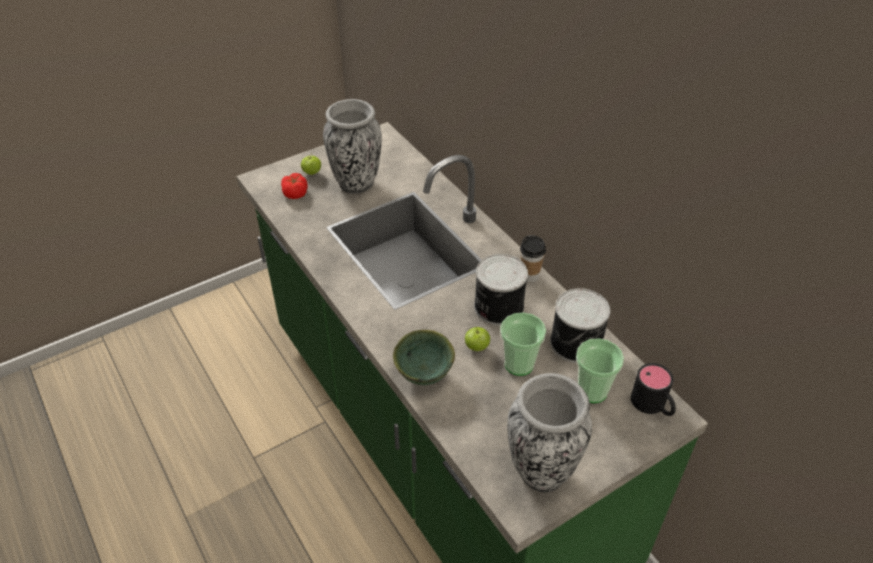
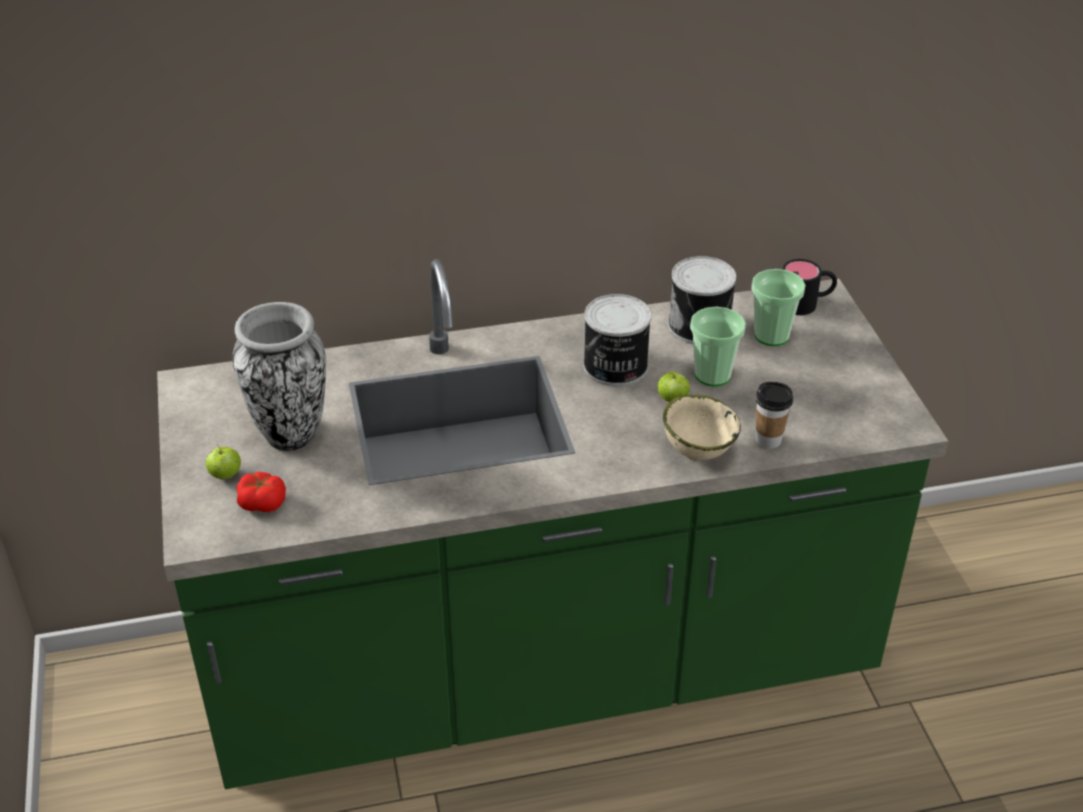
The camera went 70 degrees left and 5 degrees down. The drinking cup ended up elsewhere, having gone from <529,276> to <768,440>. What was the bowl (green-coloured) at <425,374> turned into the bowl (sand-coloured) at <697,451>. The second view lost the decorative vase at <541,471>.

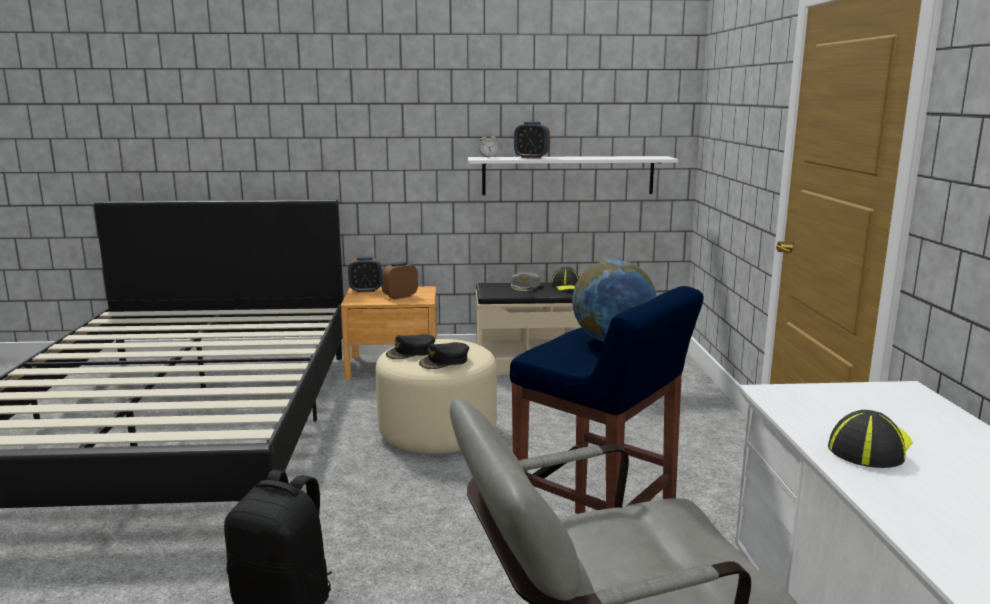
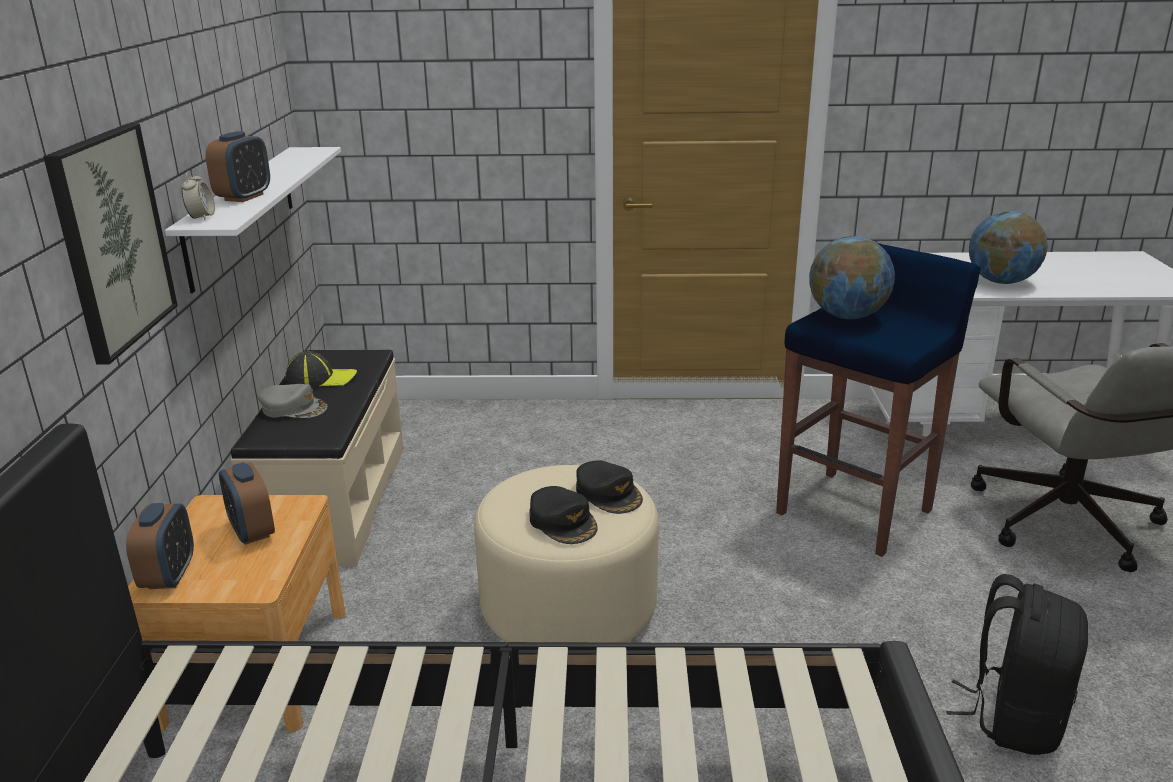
The camera went 85 degrees left and 10 degrees up. Where the cap stood at <870,447>, the desk globe came to stand at <1001,282>. The second view gained the picture at <111,240>.

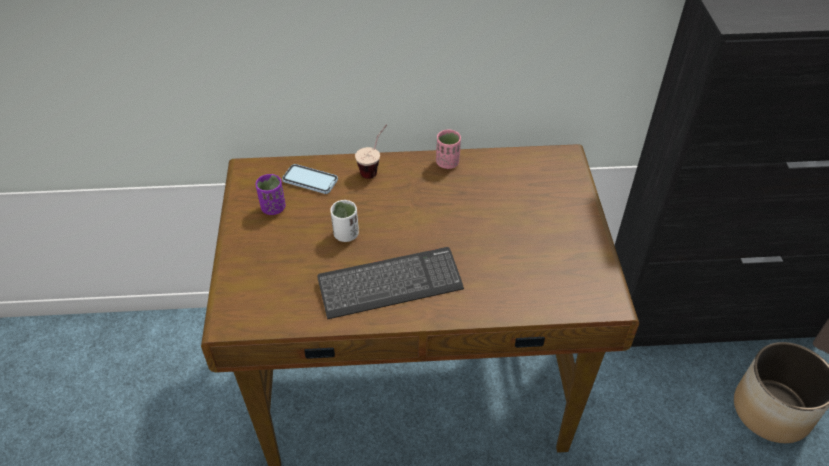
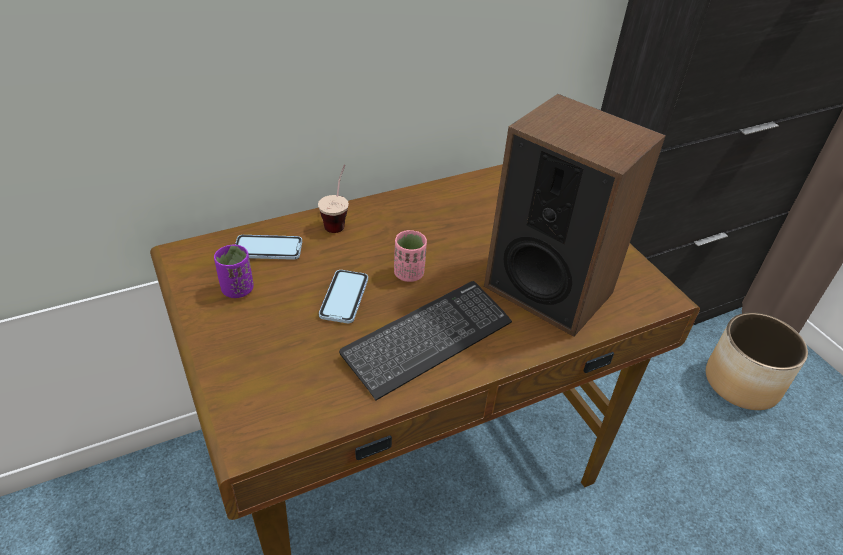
The camera went 25 degrees left and 5 degrees down. The drinking cup (pinkish) ended up elsewhere, having gone from <447,163> to <409,274>. Where the drinking cup (white) stood at <346,234>, the phone came to stand at <344,298>. The second view gained the speaker at <548,289>.

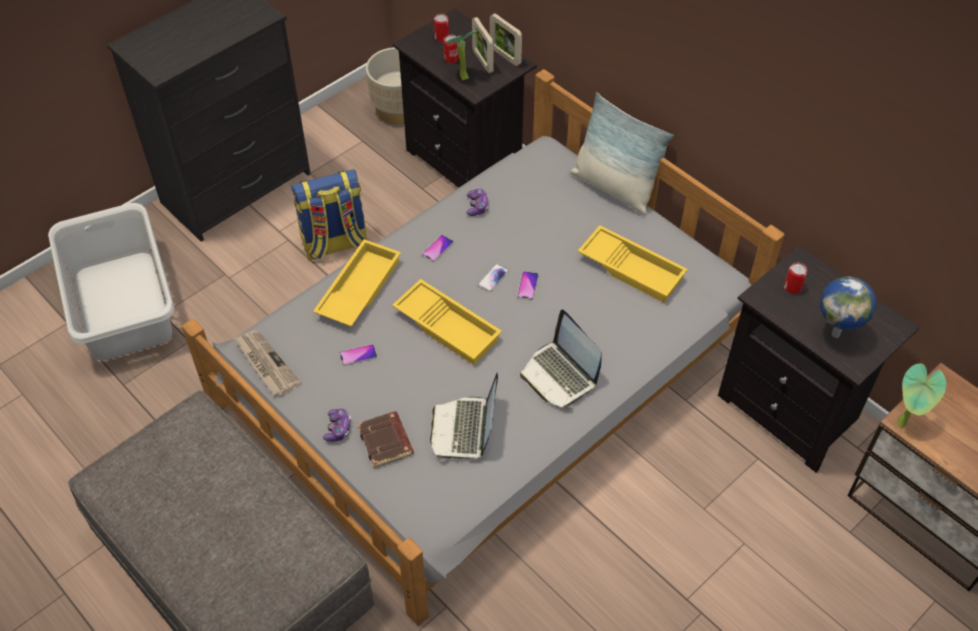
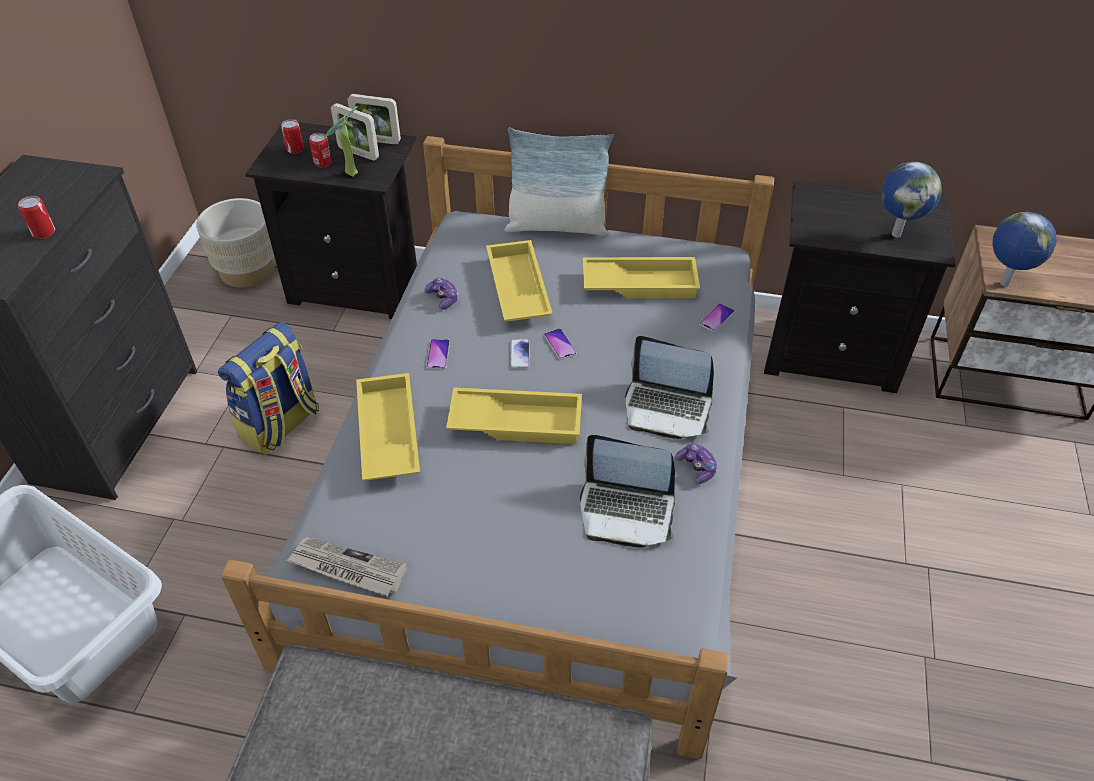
The camera went 35 degrees left and 5 degrees down. The sealed can ended up elsewhere, having gone from <792,287> to <43,232>. The phone ended up elsewhere, having gone from <358,355> to <716,318>. Where the potted plant stood at <904,424>, the desk globe came to stand at <1003,284>. The portable computer at <465,429> ended up facing another way, 45 degrees counterclockwise from before. The gamepad ended up elsewhere, having gone from <338,429> to <697,467>. The second view lost the bound book (brownish) at <386,442>. The second view gained the serving tray (yellow) at <516,289>.

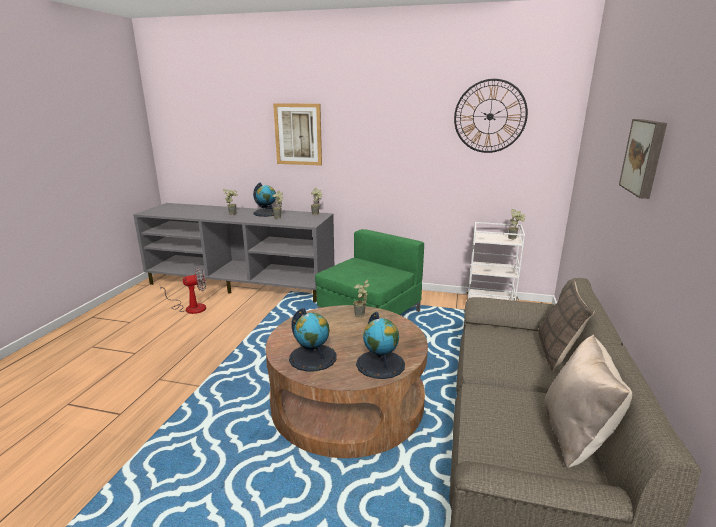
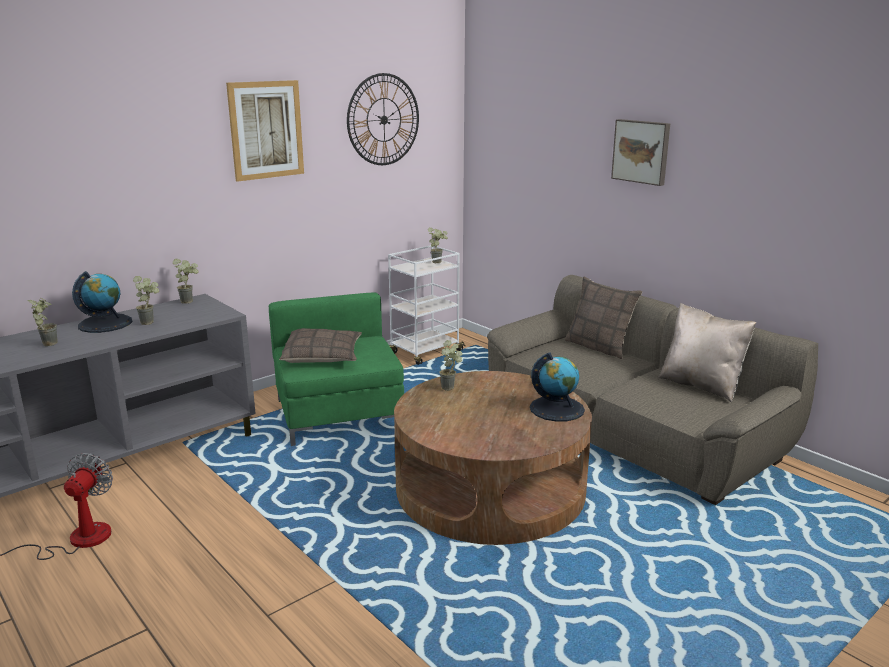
The camera went 55 degrees left and 0 degrees up. The picture ended up elsewhere, having gone from <298,134> to <266,130>. The second view lost the desk globe at <313,357>. The second view gained the throw pillow at <323,356>.

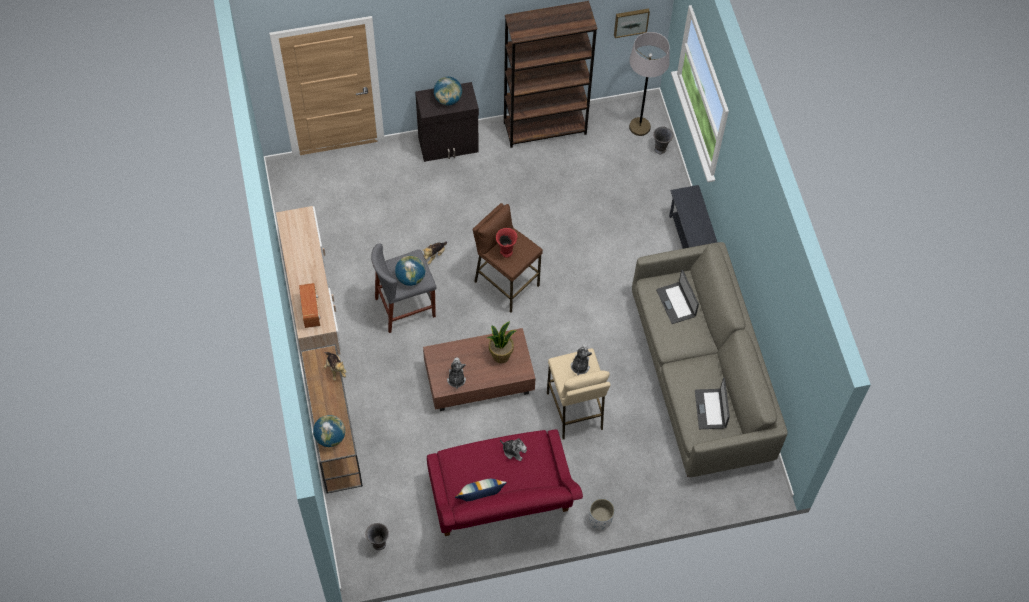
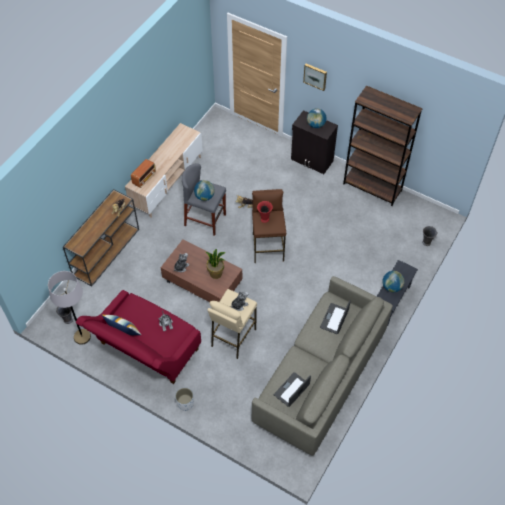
The camera went 45 degrees right and 5 degrees down. The picture ended up elsewhere, having gone from <631,21> to <315,76>. The floor lamp (greyish) ended up elsewhere, having gone from <639,127> to <82,337>. The desk globe ended up elsewhere, having gone from <330,437> to <391,287>.

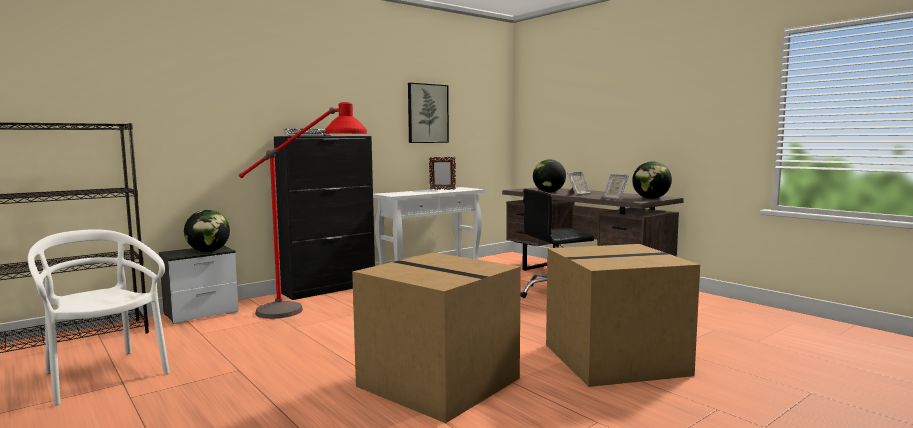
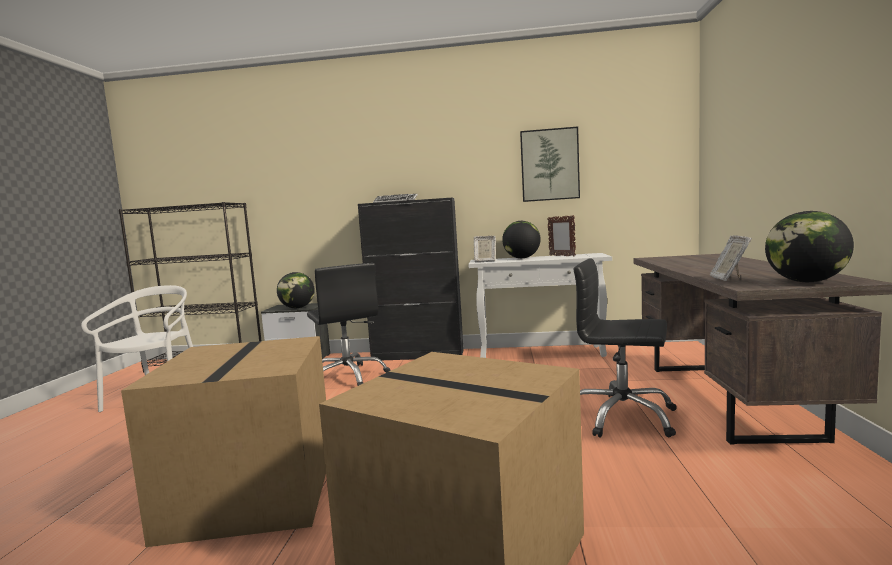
The camera went 45 degrees right and 0 degrees up. Where the floor lamp (red-coloured) stood at <307,314>, the computer chair (black-coloured) came to stand at <348,377>. The desk globe ended up elsewhere, having gone from <549,192> to <522,258>. The standing frame ended up elsewhere, having gone from <578,194> to <485,261>.

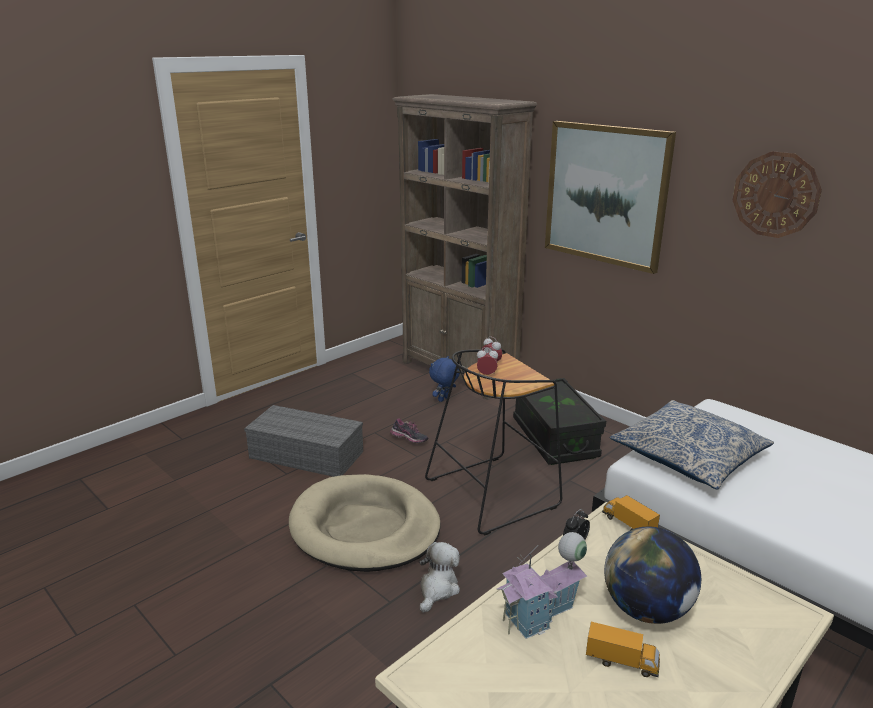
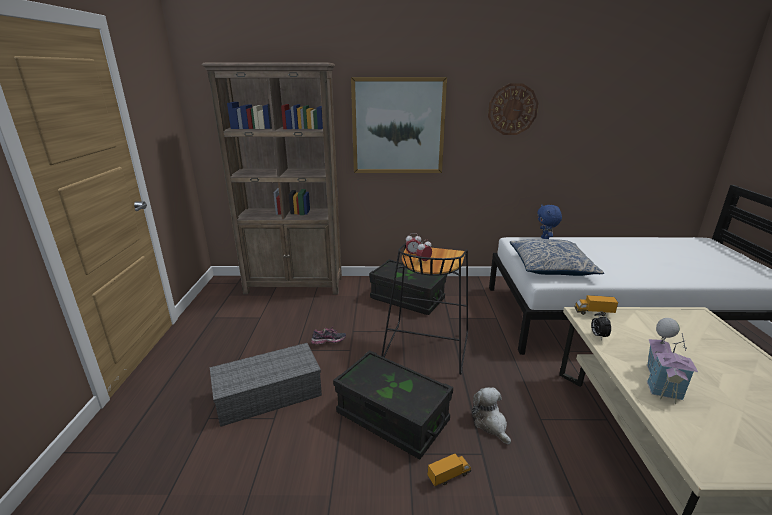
The camera went 45 degrees left and 0 degrees up. The cuddly toy (blue-coloured) ended up elsewhere, having gone from <444,399> to <545,239>. Where the pet bed (sand-coloured) stood at <365,528>, the storage container (black-coloured) came to stand at <392,418>. The second view lost the desk globe at <646,609>. The model truck ended up elsewhere, having gone from <621,662> to <449,476>.

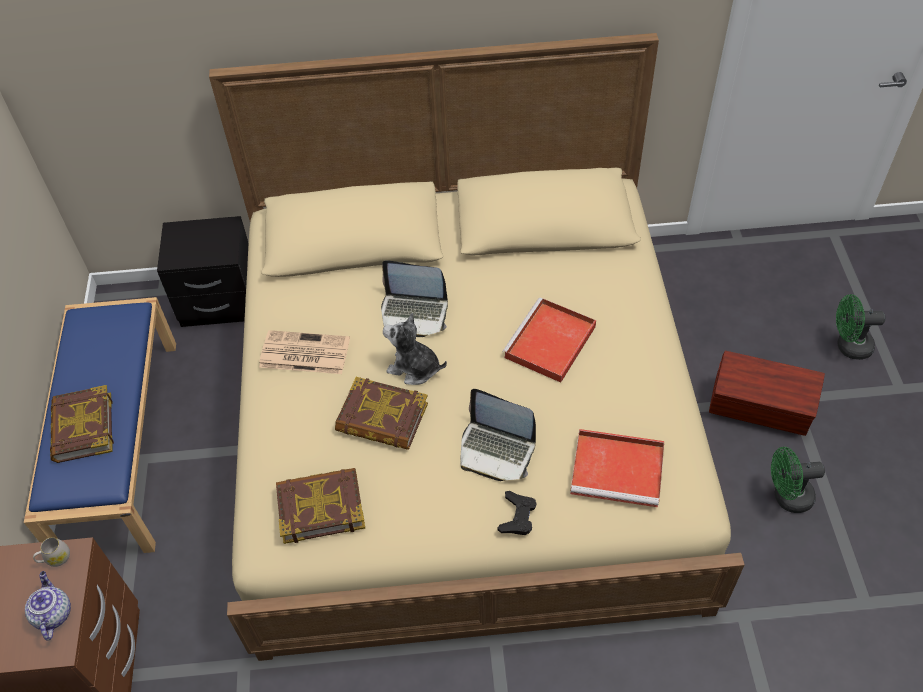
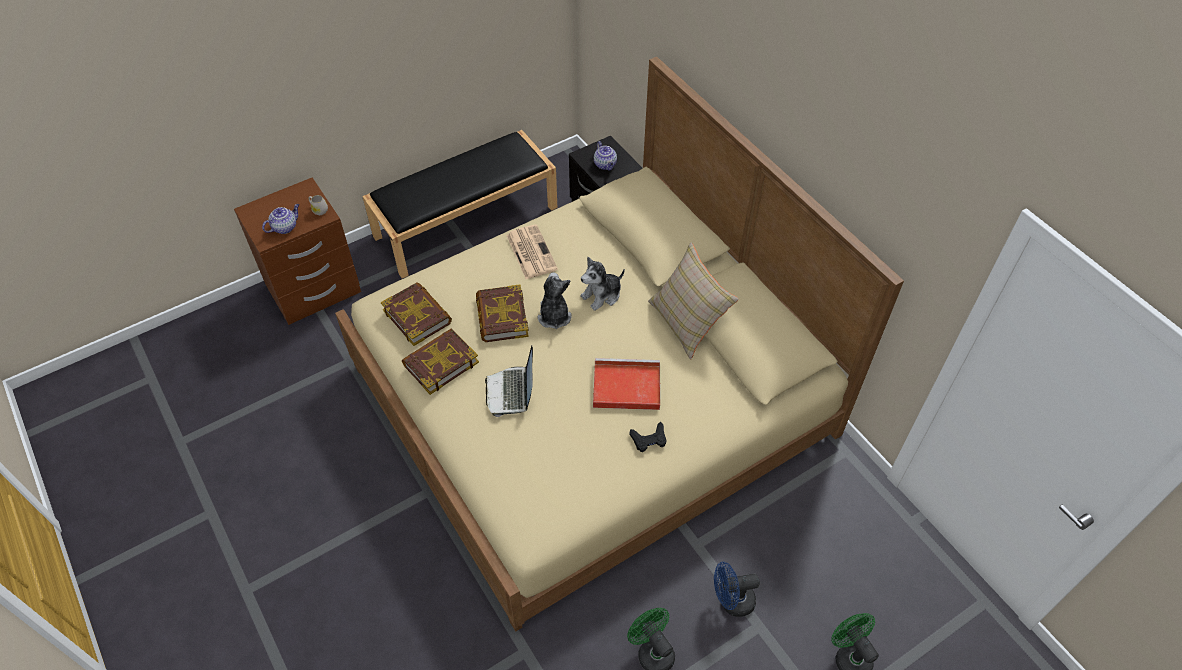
The camera went 60 degrees right and 0 degrees up. Where the portable computer stood at <414,313>, the cuddly toy came to stand at <602,295>. What was the long seat (blue-coloured) at <119,443> turned into the long seat (black-coloured) at <467,221>. Where the storage container (brownish) stood at <760,408>, the electric fan (blue-coloured) came to stand at <731,601>. The bound book ended up elsewhere, having gone from <82,428> to <440,363>. The second view lost the serving tray (red-coloured) at <619,470>. The gamepad (black-coloured) ended up elsewhere, having gone from <517,516> to <649,439>. The second view gained the pot for tea at <605,165>. The second view gained the throw pillow (sand-coloured) at <687,322>.

